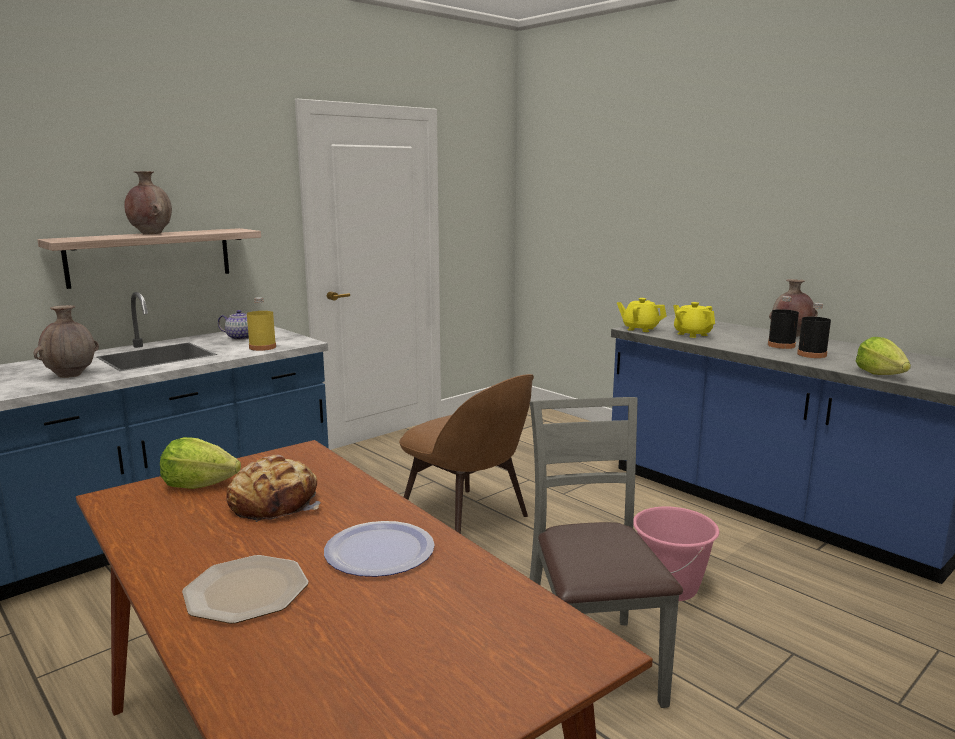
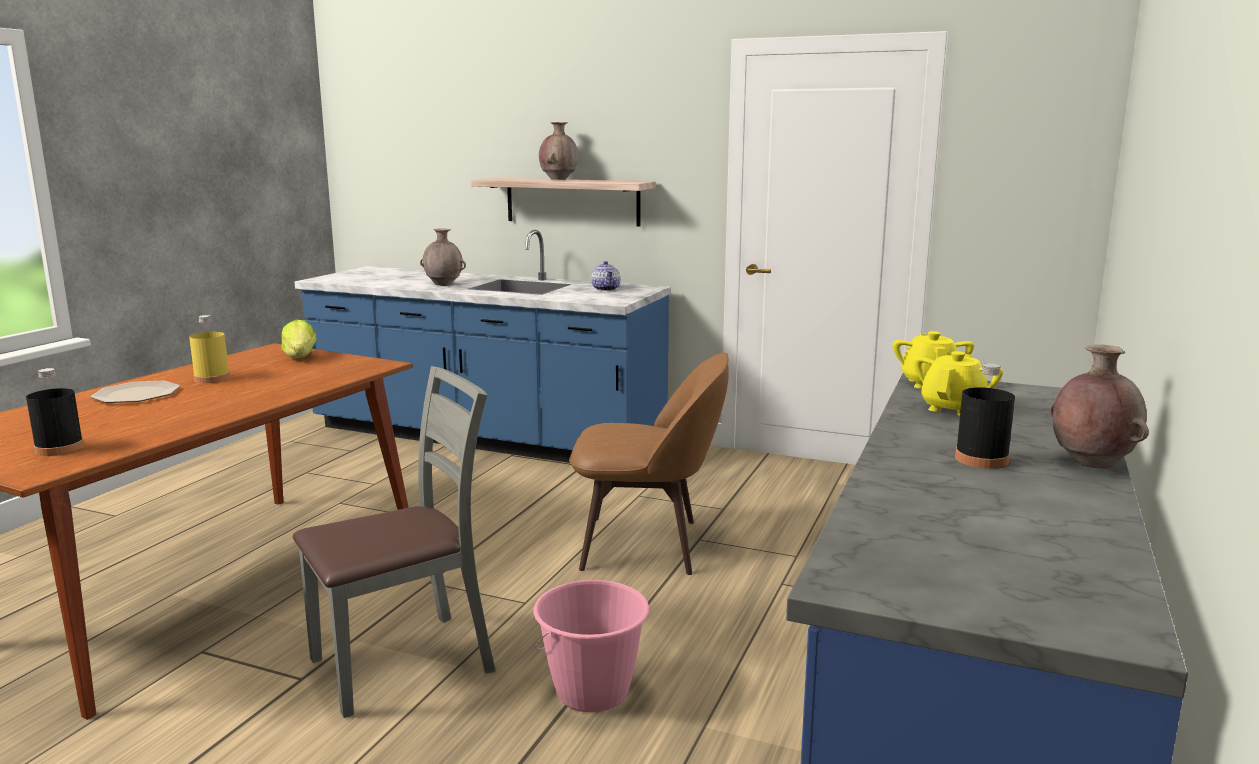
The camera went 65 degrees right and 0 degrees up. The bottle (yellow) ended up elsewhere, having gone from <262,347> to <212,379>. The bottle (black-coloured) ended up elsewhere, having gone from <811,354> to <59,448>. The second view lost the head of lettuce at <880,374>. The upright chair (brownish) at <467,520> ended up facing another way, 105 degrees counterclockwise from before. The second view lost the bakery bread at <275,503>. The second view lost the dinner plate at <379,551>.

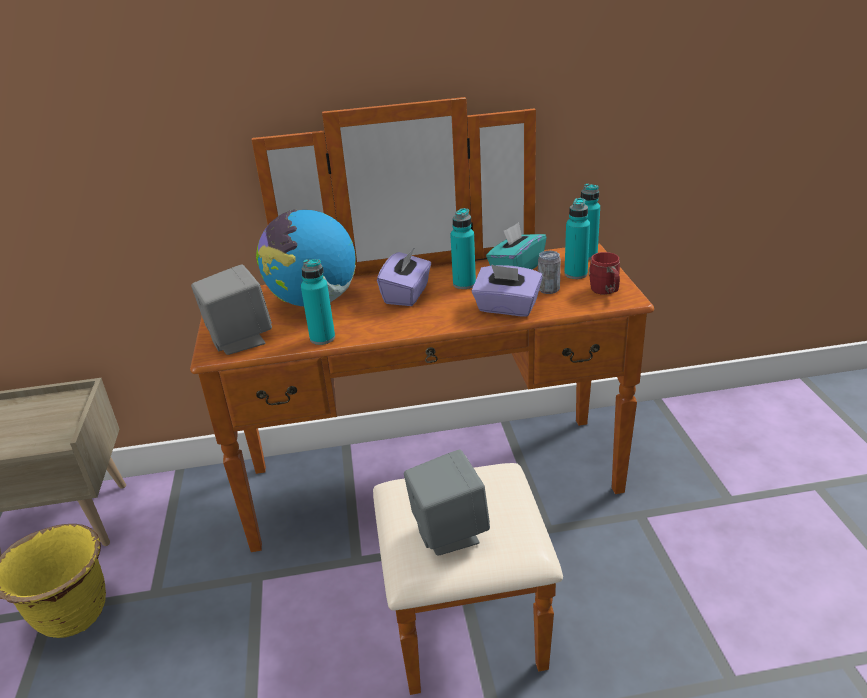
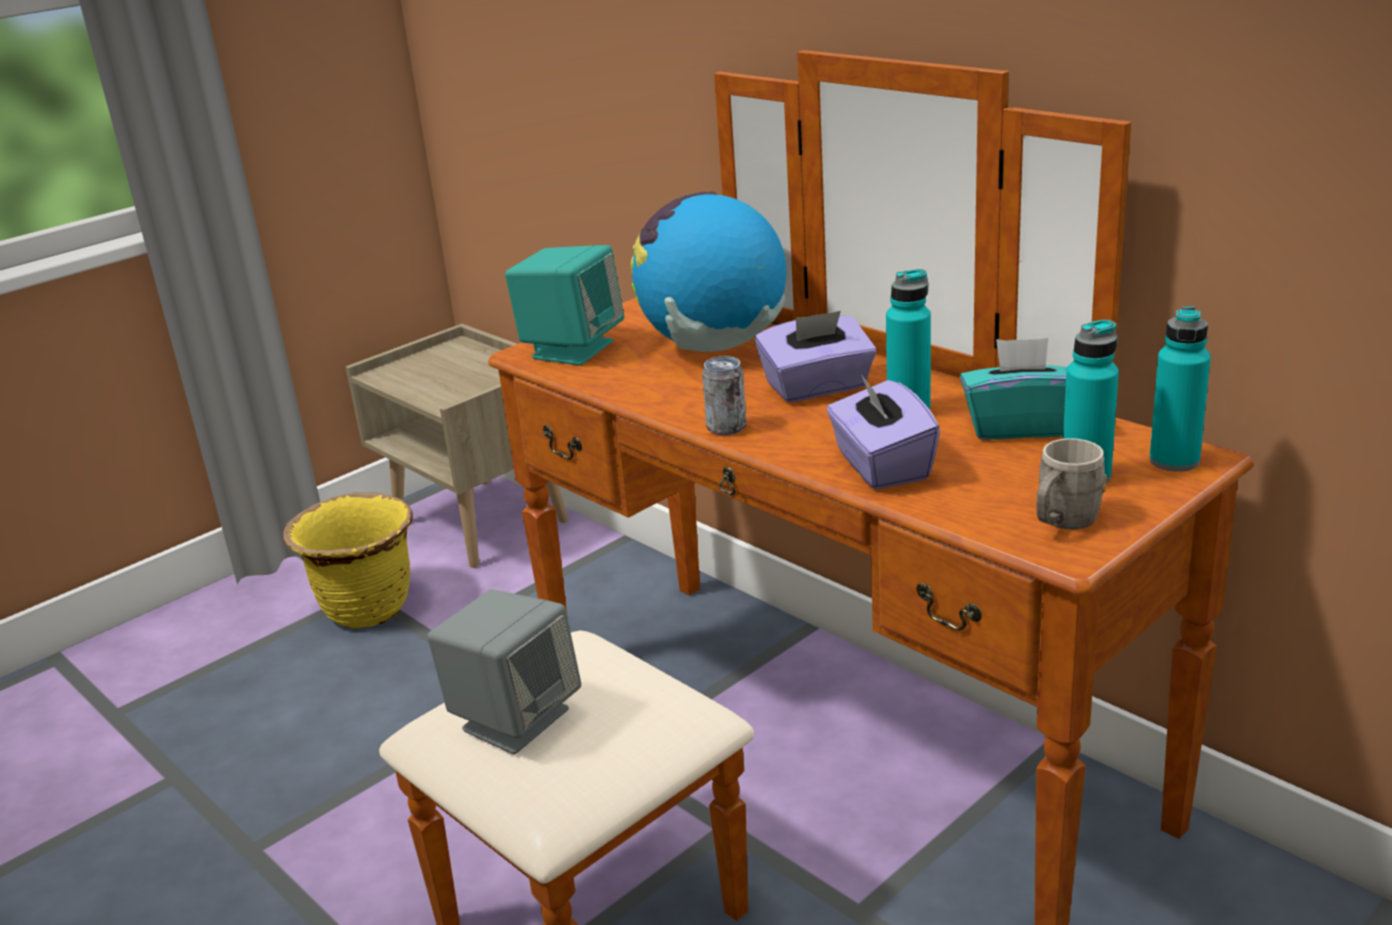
The camera went 55 degrees right and 5 degrees down. The sealed can ended up elsewhere, having gone from <548,289> to <726,427>. What was the mug (red-coloured) at <606,292> turned into the mug (greyish) at <1062,523>. The second view lost the bottle (blue-green) at <322,338>. What was the speaker (greyish) at <239,340> turned into the speaker (blue-green) at <572,349>.

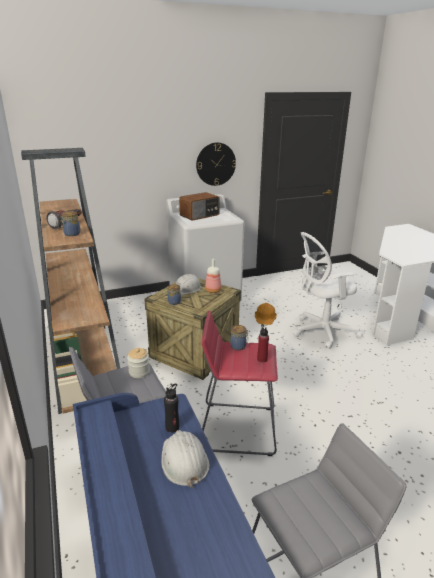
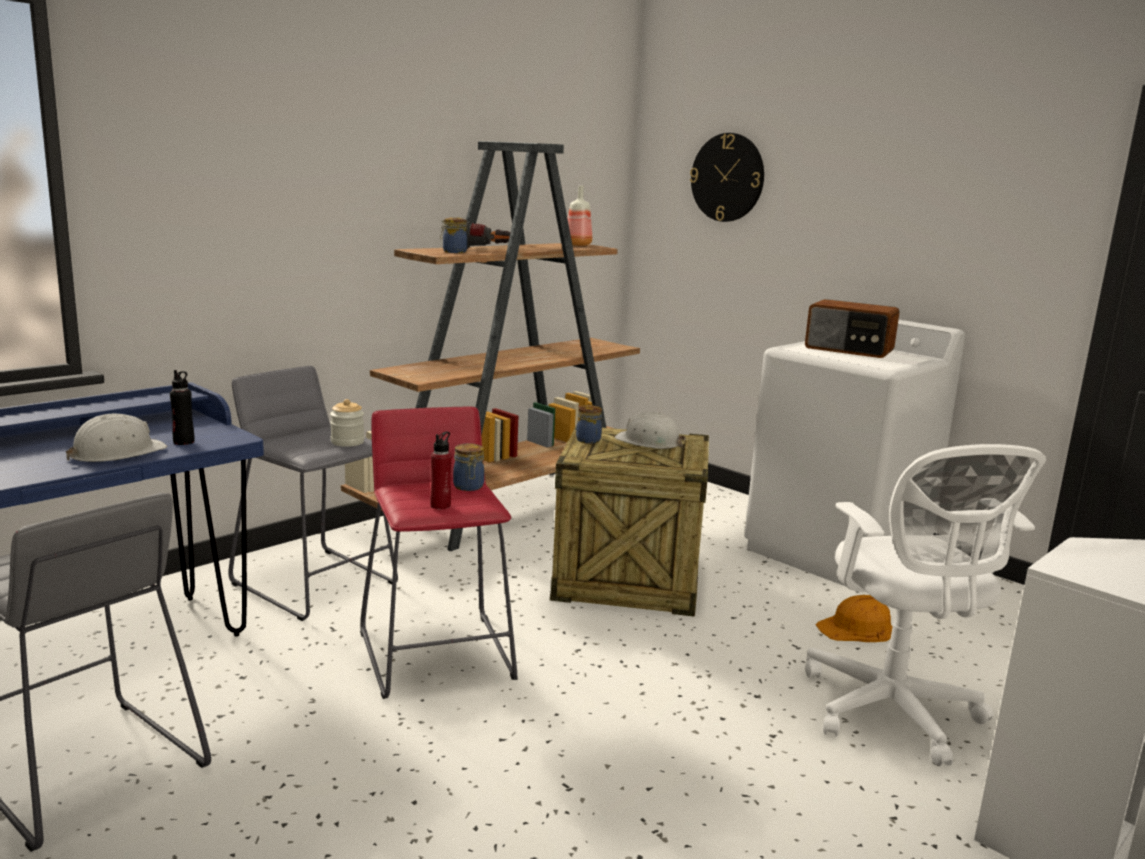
The camera went 65 degrees right and 10 degrees down. The clock on the wall ended up elsewhere, having gone from <215,164> to <727,177>. The computer chair (white) at <321,331> ended up facing another way, 150 degrees counterclockwise from before. The bottle ended up elsewhere, having gone from <213,290> to <577,245>.

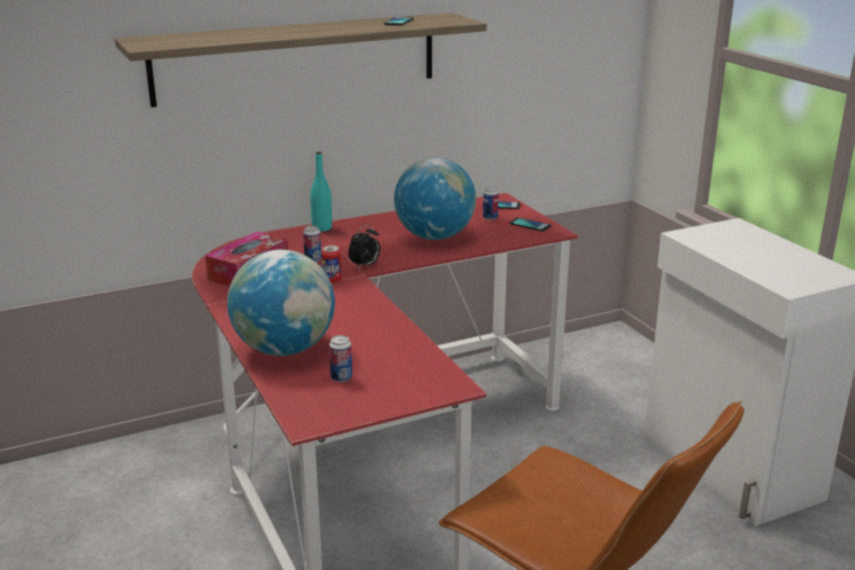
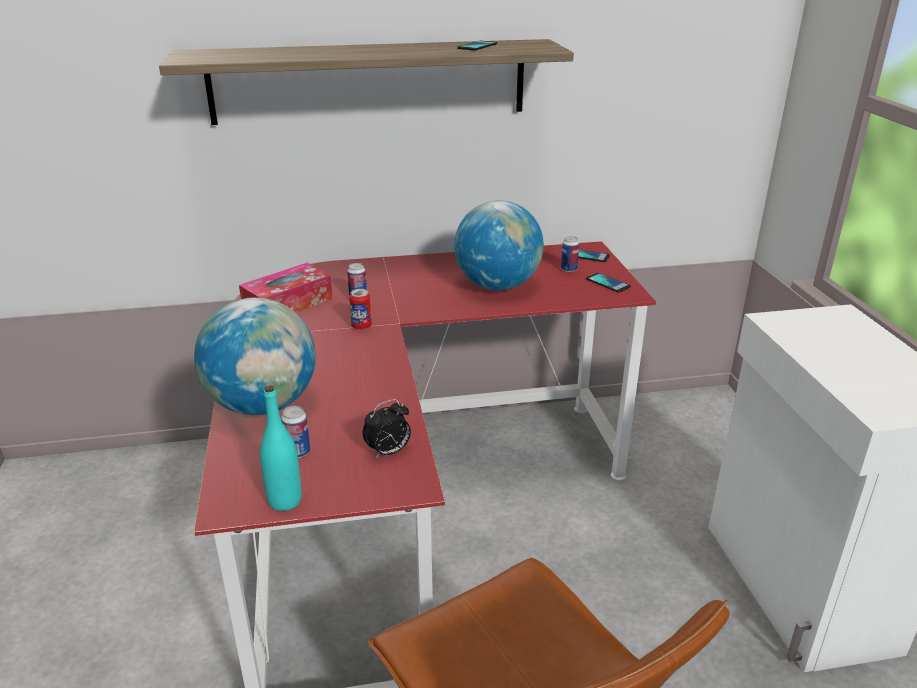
The camera went 15 degrees right and 5 degrees up. The bottle (blue-green) ended up elsewhere, having gone from <322,228> to <285,501>. The table clock ended up elsewhere, having gone from <365,266> to <388,452>.

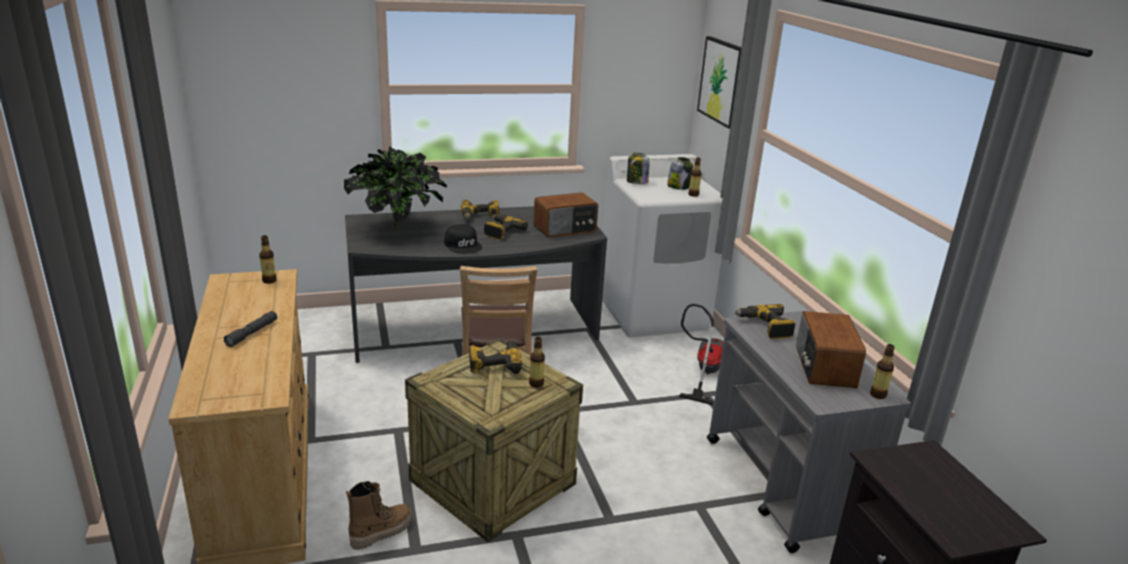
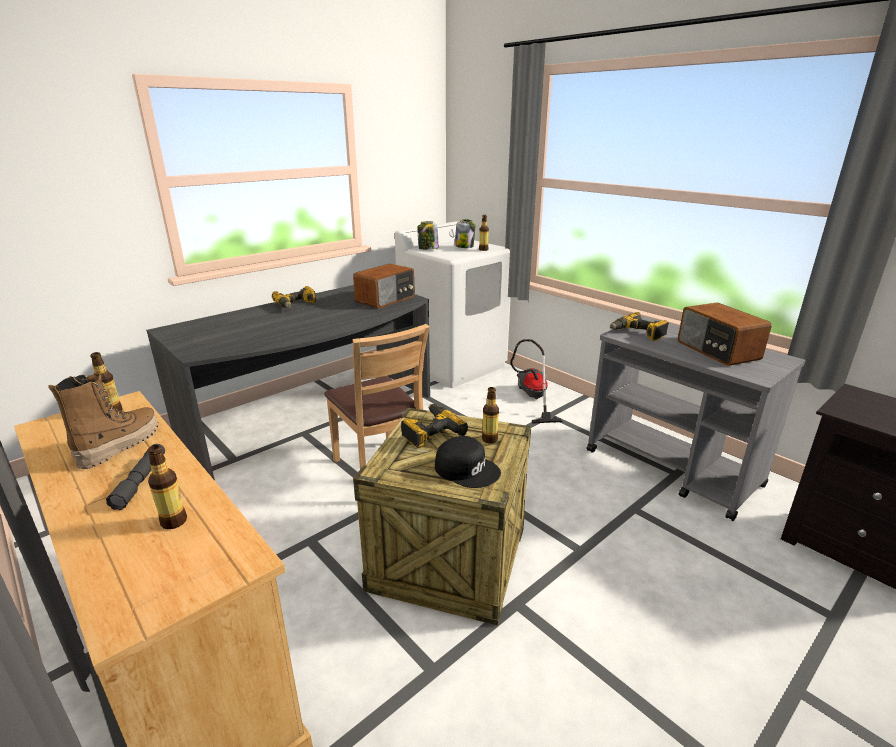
The camera went 25 degrees left and 0 degrees up. The second view lost the picture at <722,81>. The second view lost the potted plant at <398,228>. The second view lost the power drill at <501,231>. The cap (black-coloured) ended up elsewhere, having gone from <463,245> to <467,469>. The bottle ended up elsewhere, having gone from <878,395> to <174,521>. The tall boot ended up elsewhere, having gone from <381,532> to <120,445>.

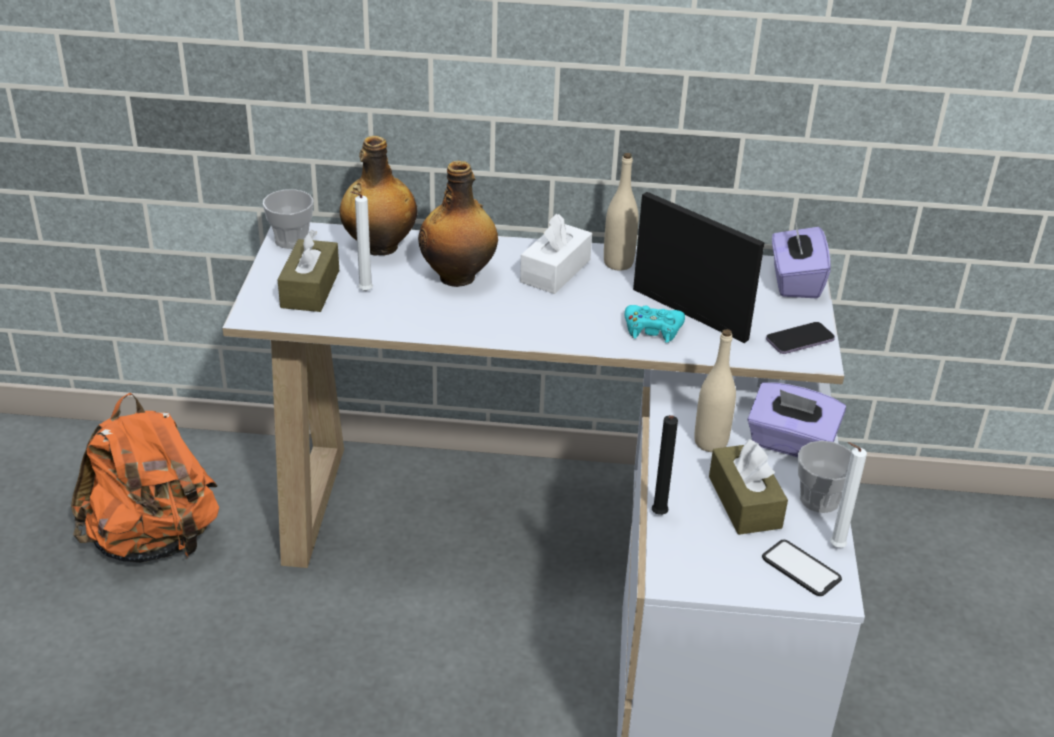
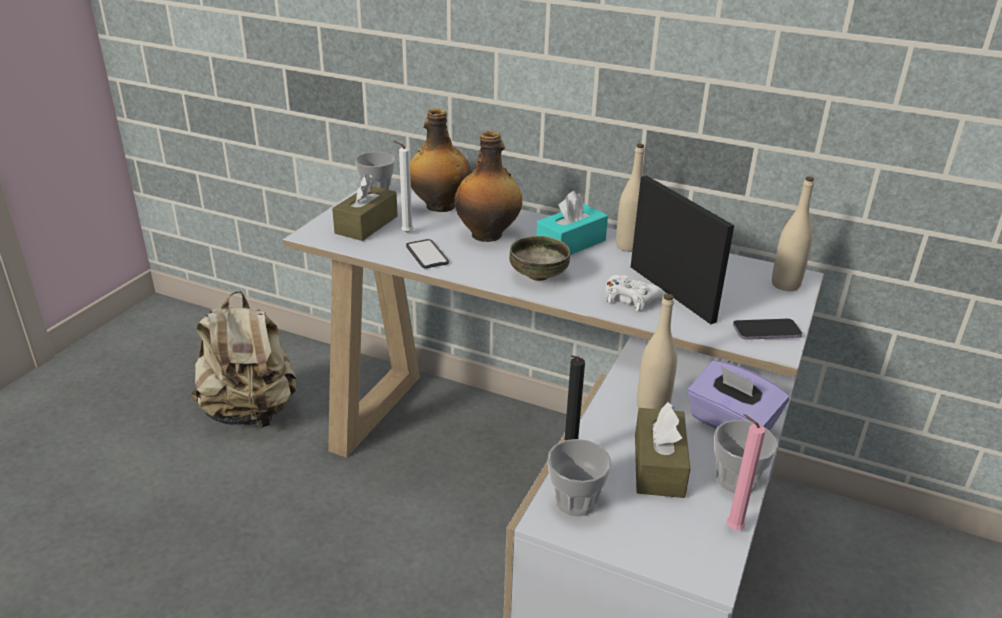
The camera went 20 degrees right and 5 degrees down. What was the box of tissues (white) at <555,271> turned into the box of tissues (blue-green) at <571,243>. Where the box of tissues (purplish) stood at <795,281>, the bottle (sand-coloured) came to stand at <785,285>. What was the gamepad (blue-green) at <652,329> turned into the gamepad (white) at <630,299>. What was the knapsack (orangey) at <154,540> turned into the knapsack (sand-coloured) at <250,412>. What was the candle (white) at <834,547> turned into the candle (pinkish) at <731,528>. The phone ended up elsewhere, having gone from <801,569> to <427,255>. The second view gained the bowl at <537,275>. The second view gained the drinking cup at <575,501>.

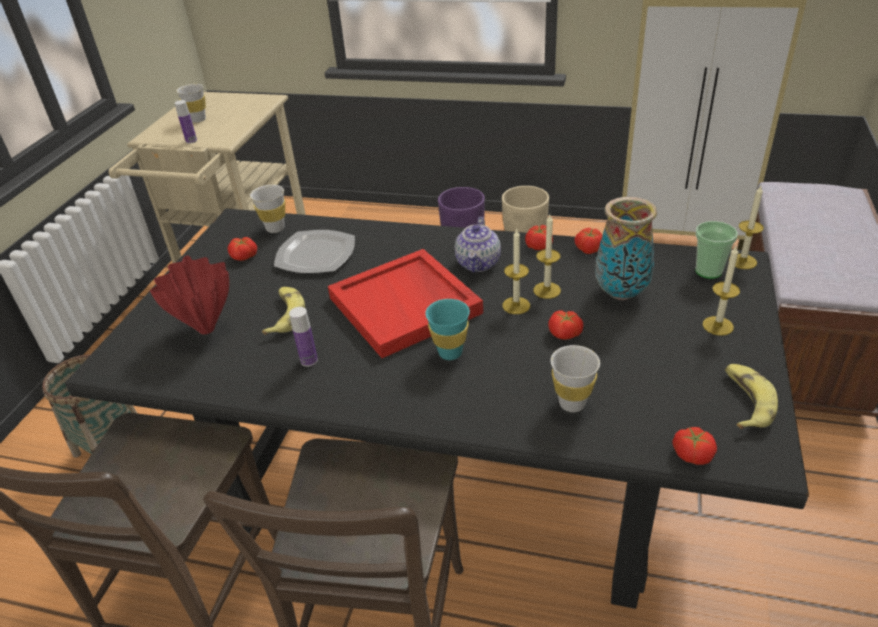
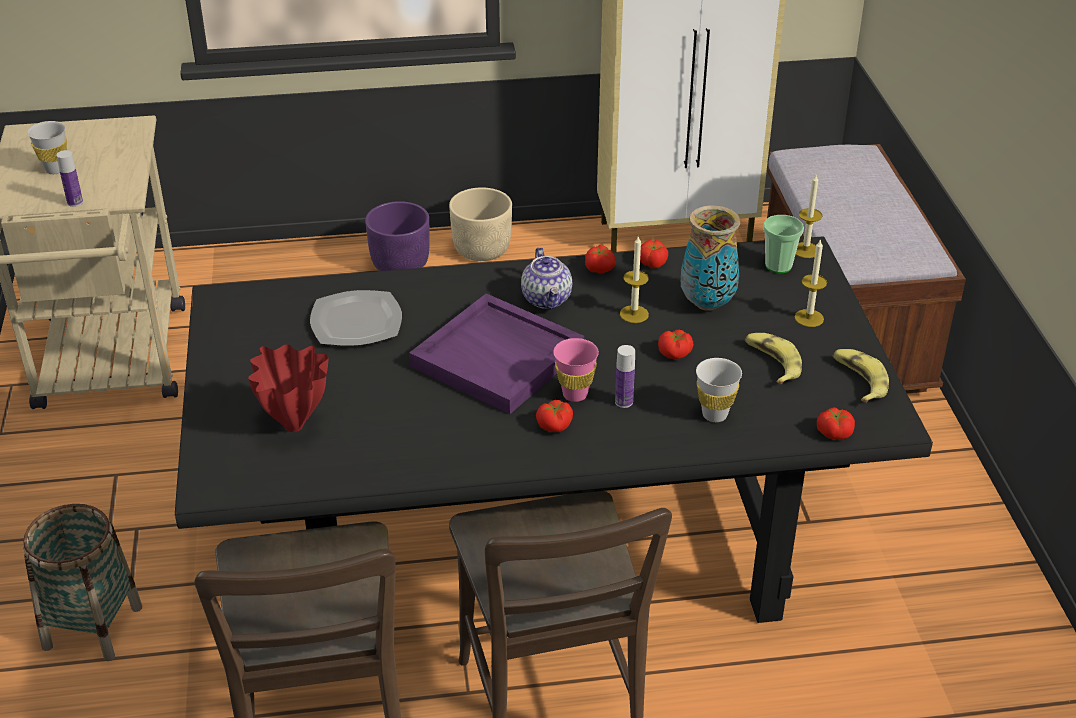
The camera went 25 degrees left and 0 degrees up. The second view lost the drinking cup (white) at <275,228>. The second view lost the candle at <516,305>. The tomato ended up elsewhere, having gone from <244,257> to <555,426>. What was the serving tray (red-coloured) at <406,305> turned into the serving tray (purplish) at <499,358>. The banana ended up elsewhere, having gone from <285,315> to <772,363>. What was the drinking cup (blue-green) at <450,353> turned into the drinking cup (pinkish) at <575,394>. The bottle ended up elsewhere, having gone from <309,360> to <623,402>.

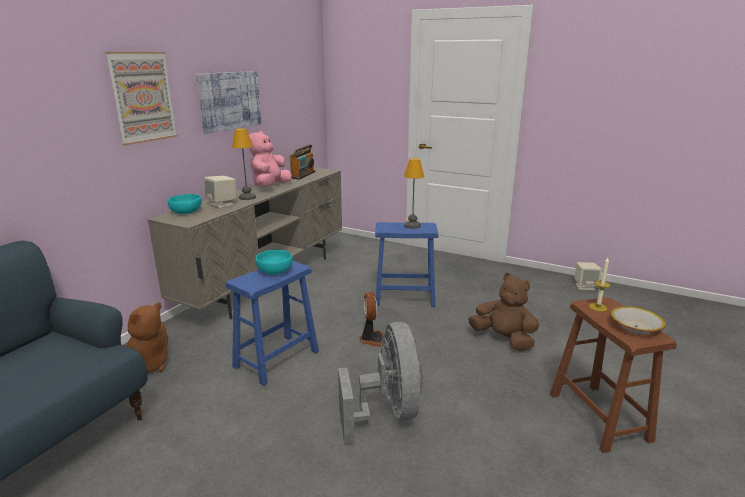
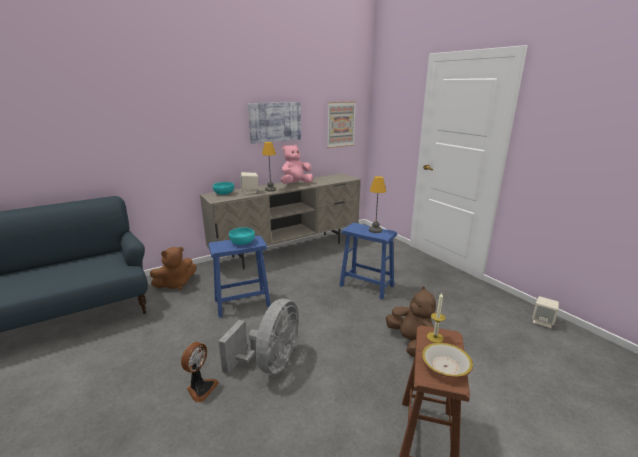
The camera went 30 degrees right and 0 degrees up. The picture ended up elsewhere, having gone from <142,97> to <340,124>. The second view lost the radio at <303,175>. The electric fan ended up elsewhere, having gone from <372,339> to <200,388>.

